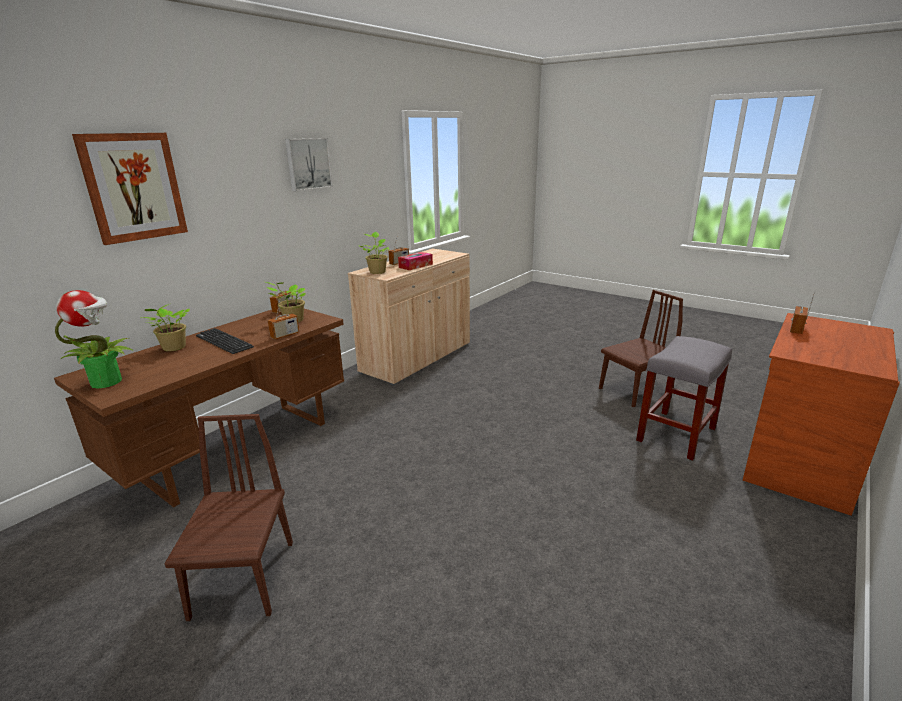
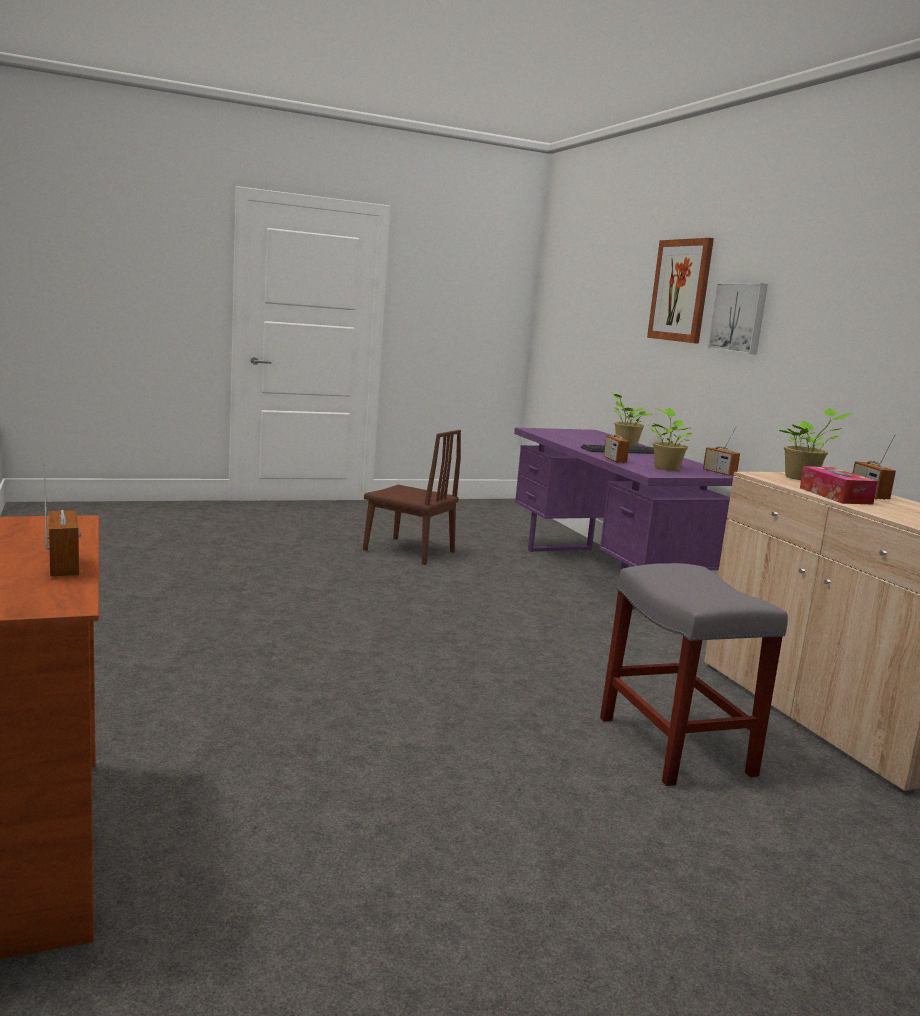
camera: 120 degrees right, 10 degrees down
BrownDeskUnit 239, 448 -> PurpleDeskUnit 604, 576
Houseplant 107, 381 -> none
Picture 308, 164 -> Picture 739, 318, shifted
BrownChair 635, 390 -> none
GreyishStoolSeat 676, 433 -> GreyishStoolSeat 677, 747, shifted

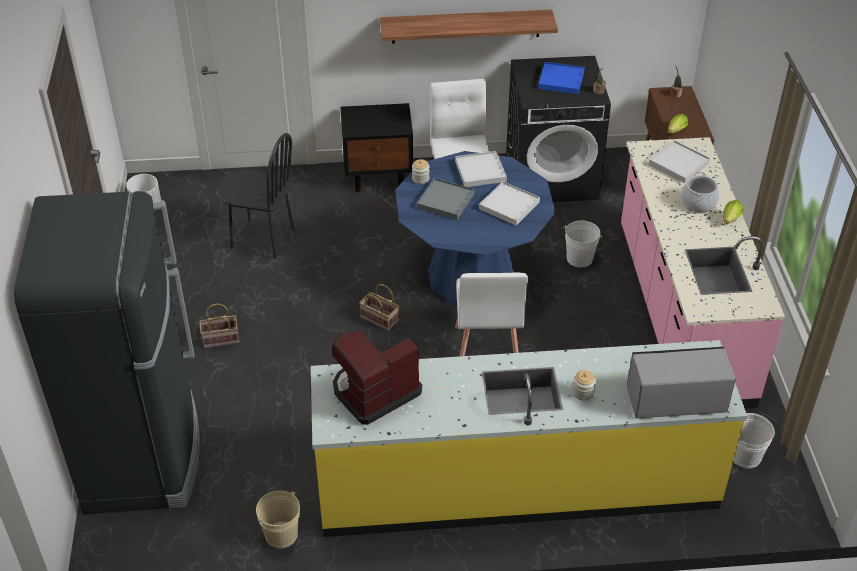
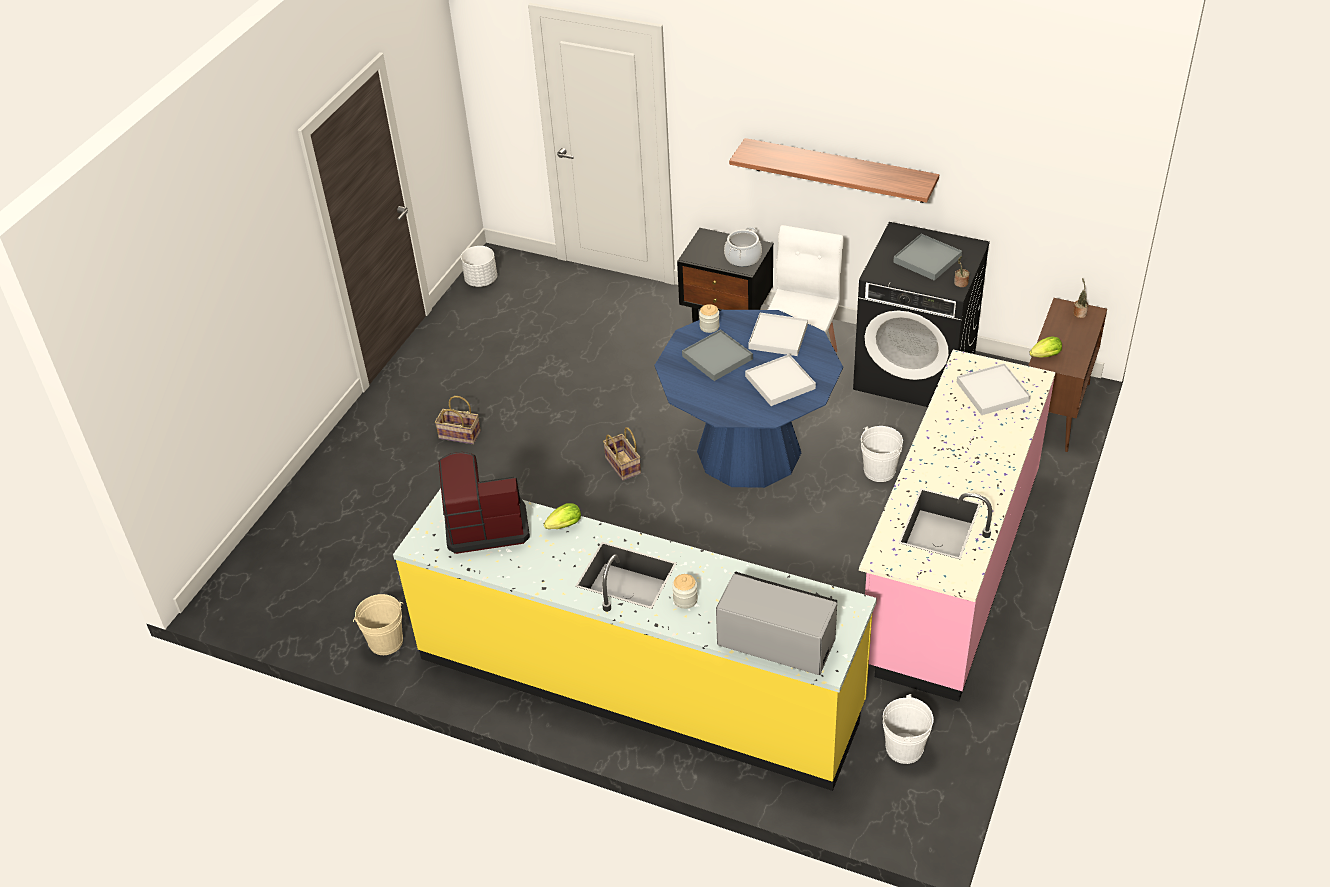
camera: 30 degrees right, 0 degrees up
BlackFridge 143, 456 -> none
BlackChair 262, 239 -> none
WhitishChair 486, 348 -> none
BluishCarryingTray 561, 80 -> GreyishCarryingTray 927, 259
CookingPot 698, 203 -> CookingPot 743, 258, shifted
LettuceHead 730, 220 -> LettuceHead 562, 526, shifted

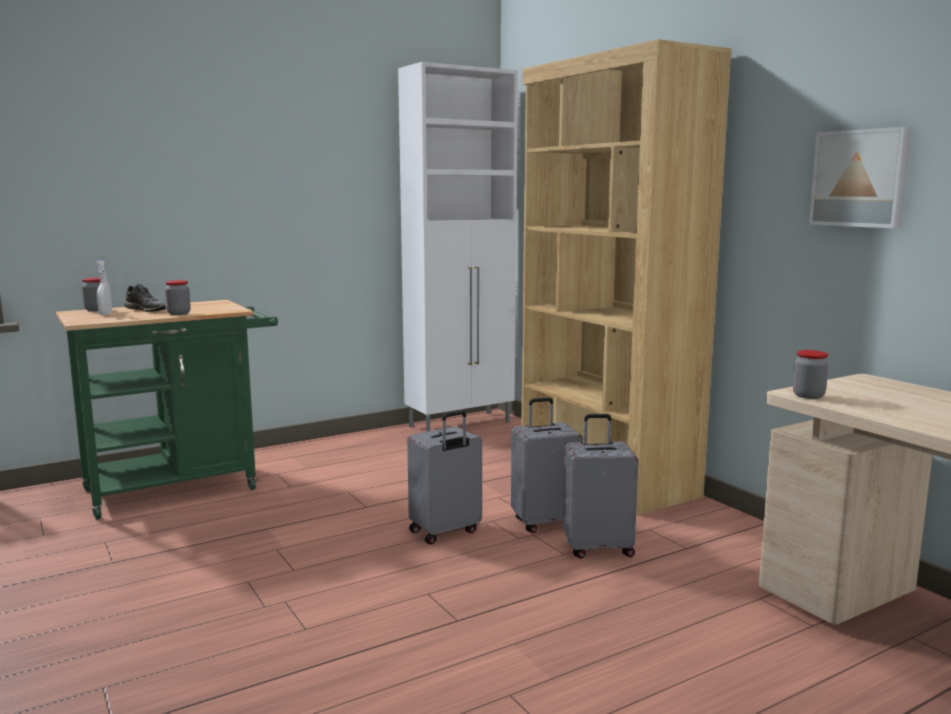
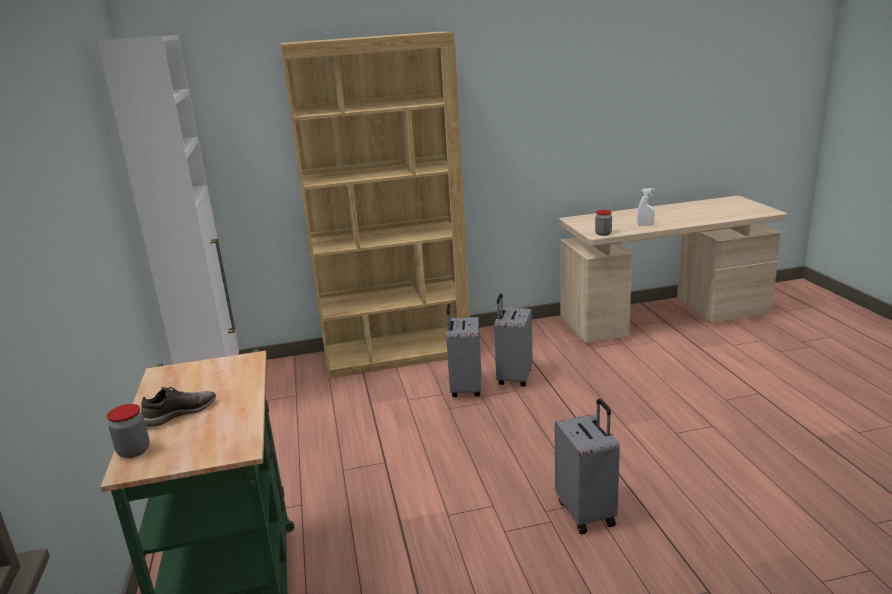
camera: 70 degrees left, 10 degrees up
WhitishSprayer 105, 314 -> WhitishSprayer 645, 225, shifted
StorageJar 179, 314 -> none
GreyishTravelCase 445, 532 -> GreyishTravelCase 587, 512, shifted
Picture 860, 178 -> none

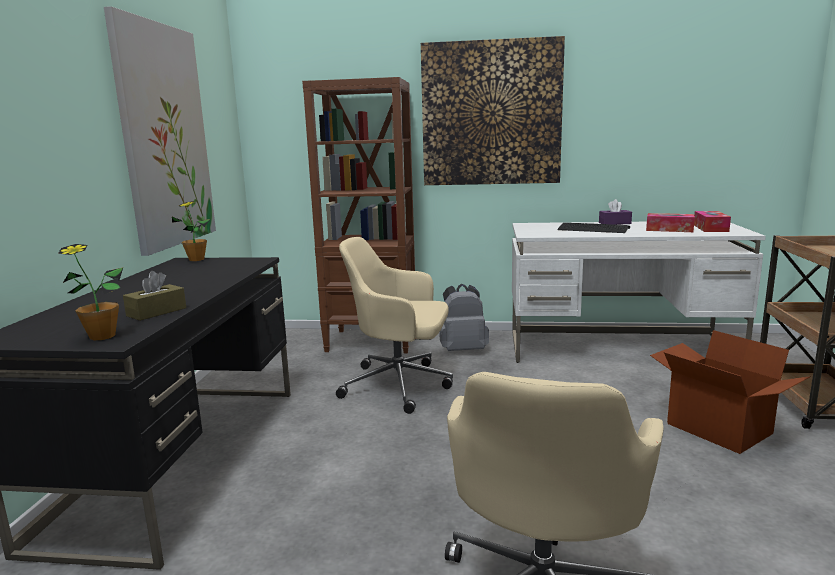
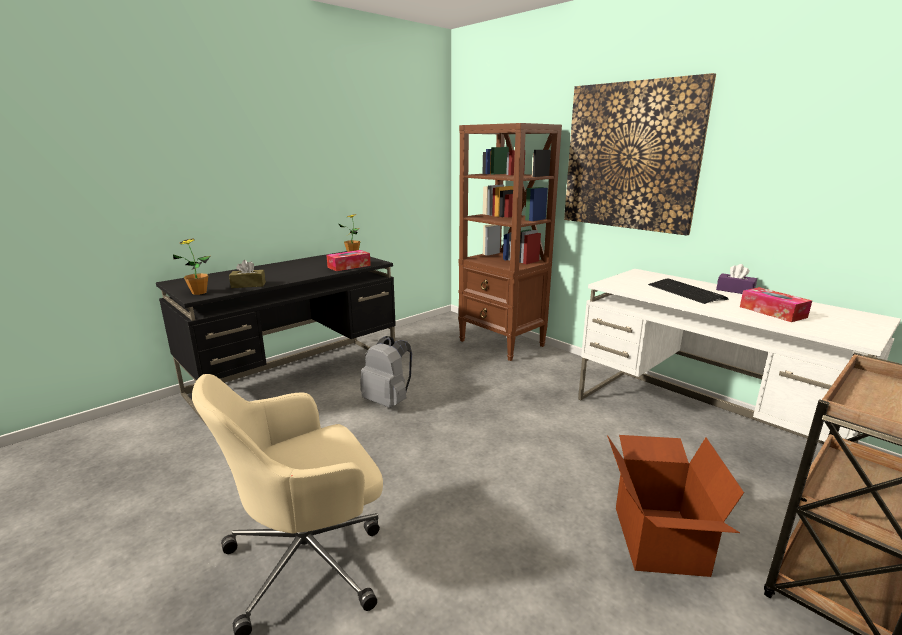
camera: 40 degrees right, 5 degrees up
Picture 165, 137 -> none
SandColouredDeskChair 400, 385 -> none
GreyishRucksack 463, 350 -> GreyishRucksack 388, 401, shifted
TissueBox 710, 228 -> TissueBox 349, 266, shifted

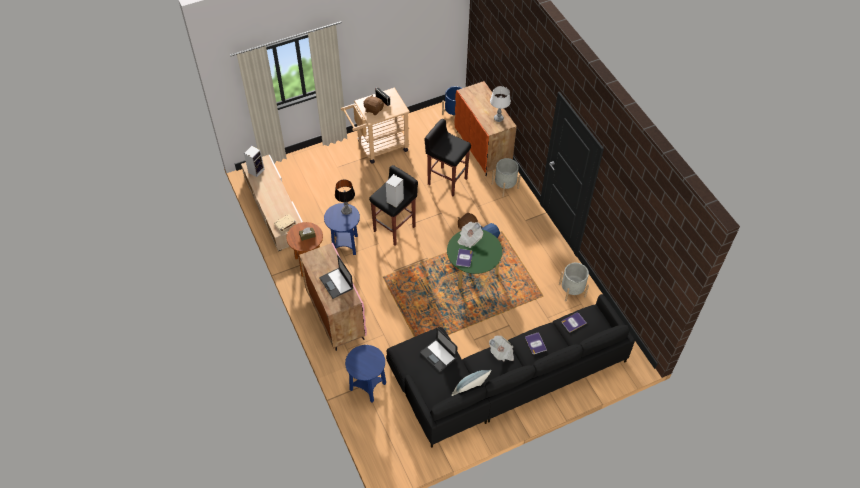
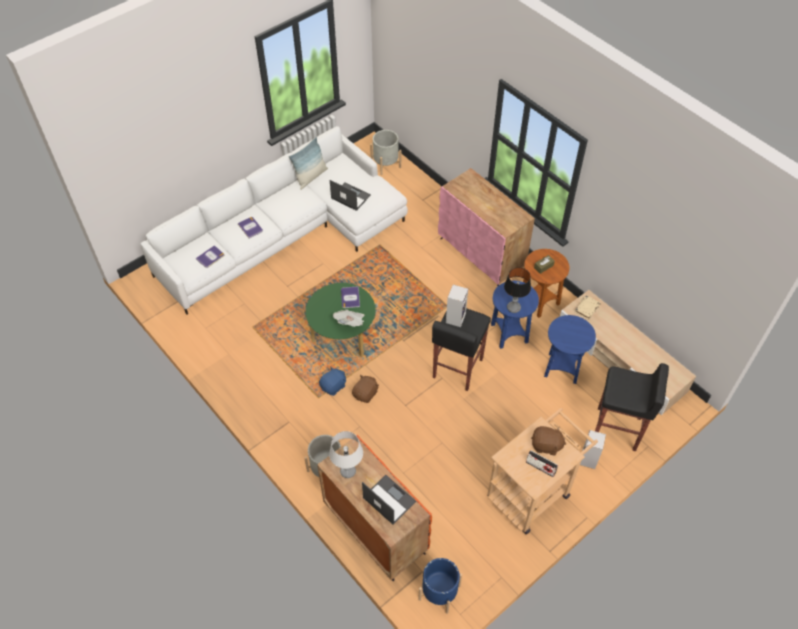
camera: 165 degrees right, 0 degrees up
AudioSpeaker 256, 170 -> AudioSpeaker 589, 460, shifted
Laptop 336, 283 -> Laptop 388, 499, shifted
BluishSideTable 367, 386 -> BluishSideTable 562, 368, shifted
BlackCouch 501, 377 -> WhitishCouch 285, 234
BlackStoolSeat 447, 181 -> BlackStoolSeat 617, 430, shifted
PrintedPaper 501, 353 -> none
GreyishFlowerPot 572, 290 -> GreyishFlowerPot 386, 164, shifted

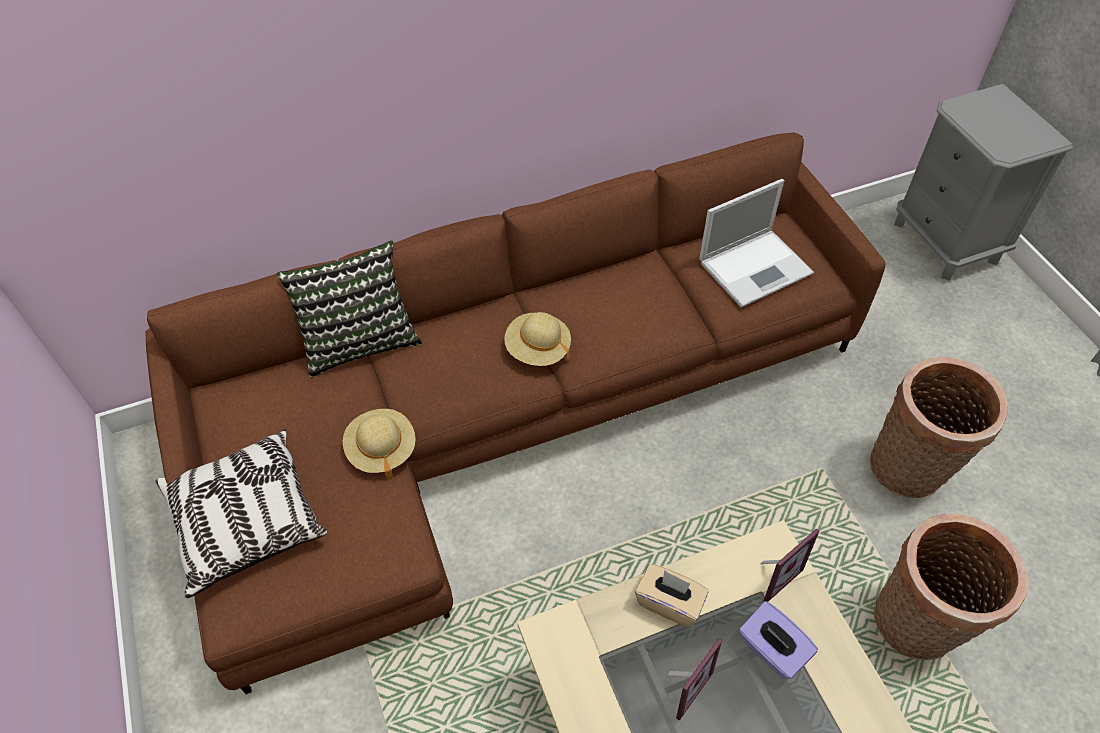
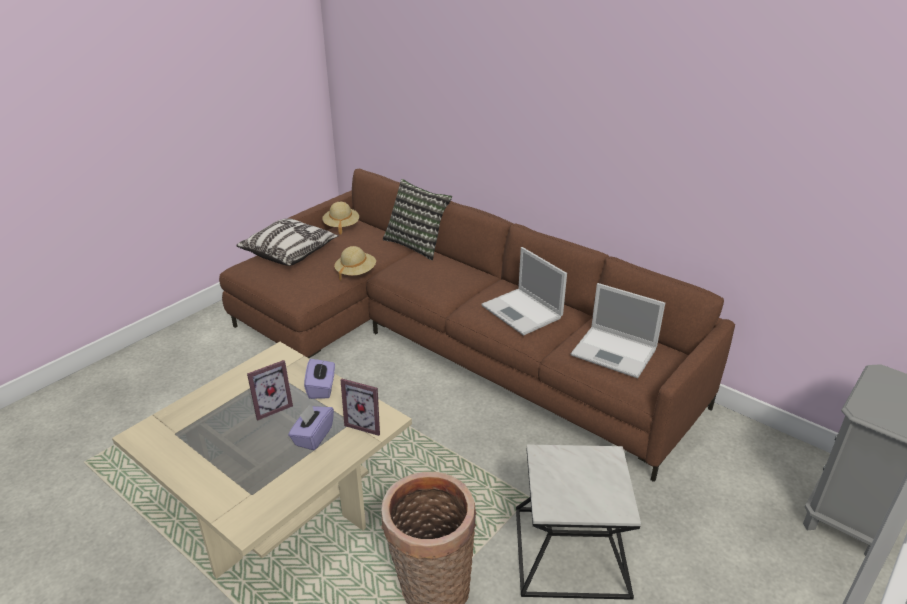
camera: 60 degrees right, 20 degrees down
SandColouredWearableHat 538, 349 -> SandColouredWearableHat 341, 226, shifted
SandColouredTissueBox 669, 602 -> PurpleTissueBox 321, 388
StandingFrame 681, 685 -> StandingFrame 271, 407, 45 degrees counterclockwise
StorageBasket 910, 471 -> SideTable 571, 552
none -> Laptop 523, 312

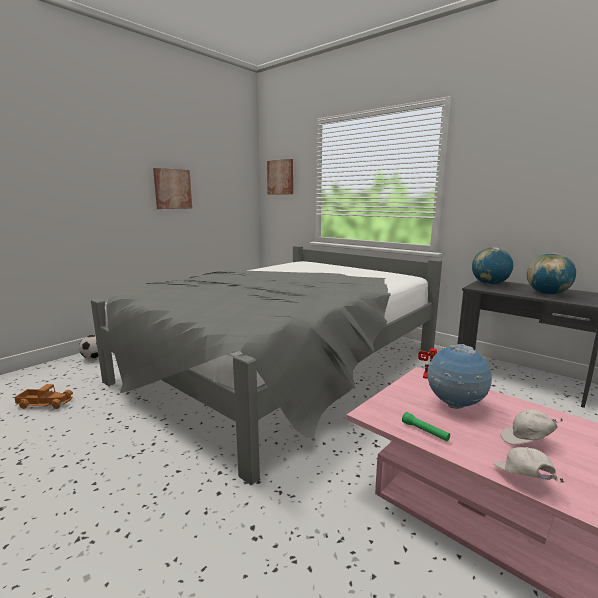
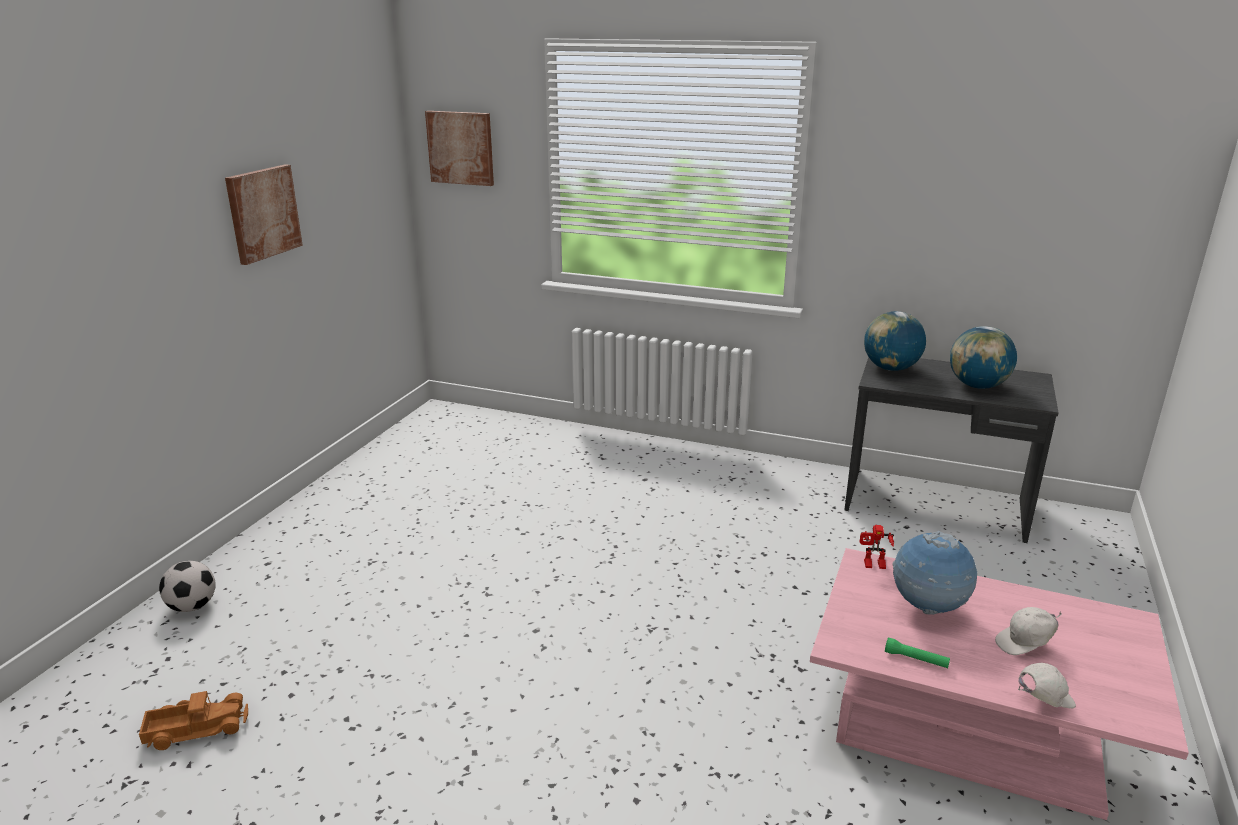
camera: 20 degrees left, 10 degrees up
GreyishBedroomBed 283, 366 -> none
WhitishCap 522, 481 -> WhitishCap 1041, 700, 105 degrees clockwise

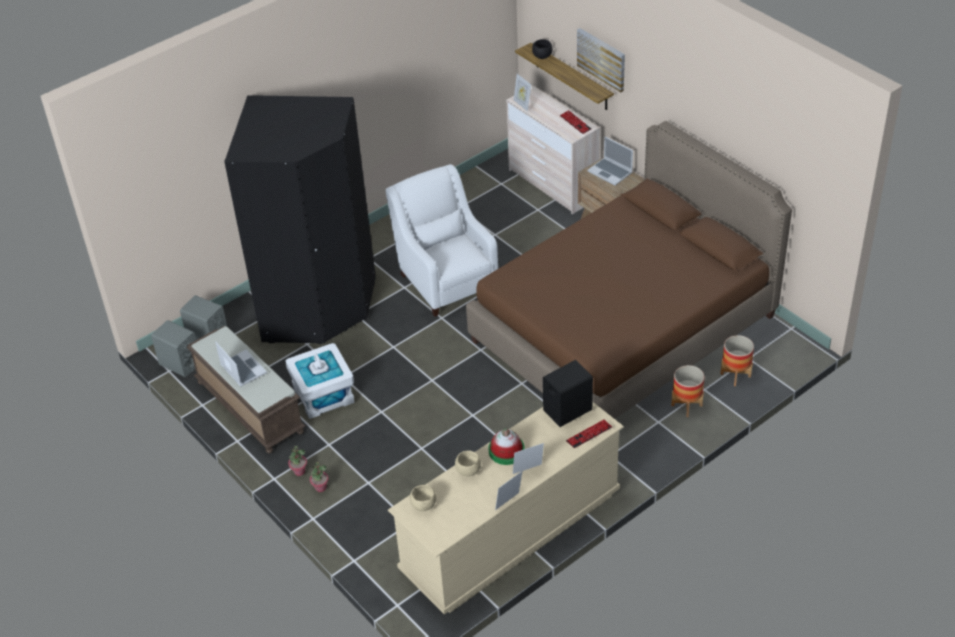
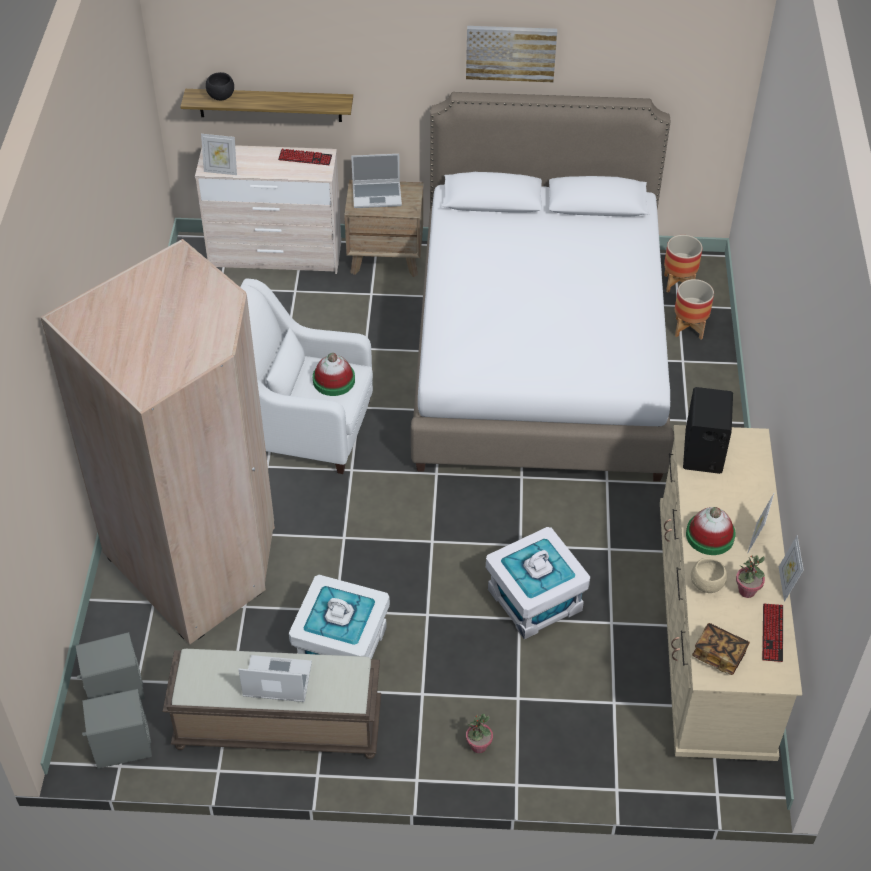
camera: 50 degrees left, 5 degrees up
BlackWardrobe 317, 307 -> SandColouredWardrobe 200, 558
Houseplant 299, 471 -> Houseplant 746, 591, shifted
SandColouredBowl 423, 505 -> Book 719, 655
BrownBedroomBed 623, 328 -> WhitishBedroomBed 538, 354
ComputerKeyboard 589, 434 -> ComputerKeyboard 772, 633, shifted
Picture 601, 59 -> Picture 510, 52, shifted
FlowerPot 686, 405 -> FlowerPot 678, 283, shifted
none -> WearableHat 334, 380
none -> WhitishStorageContainer 535, 600

